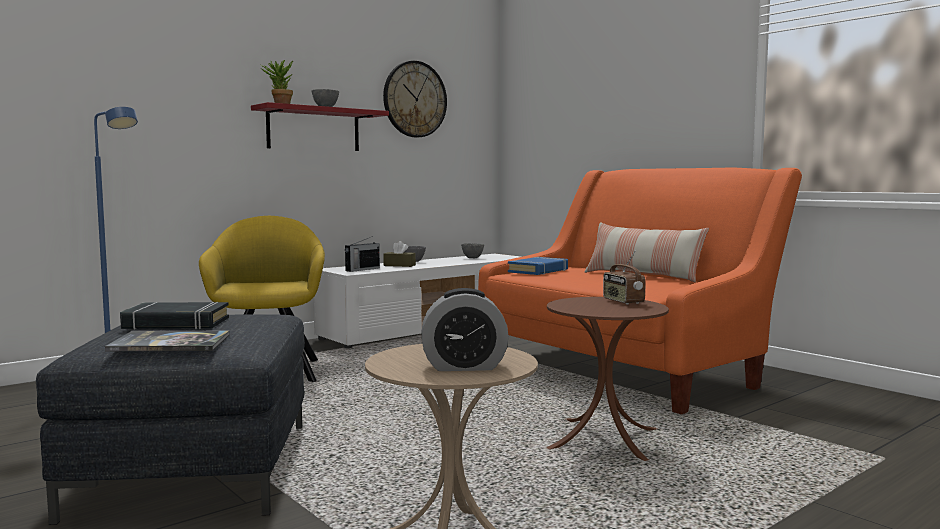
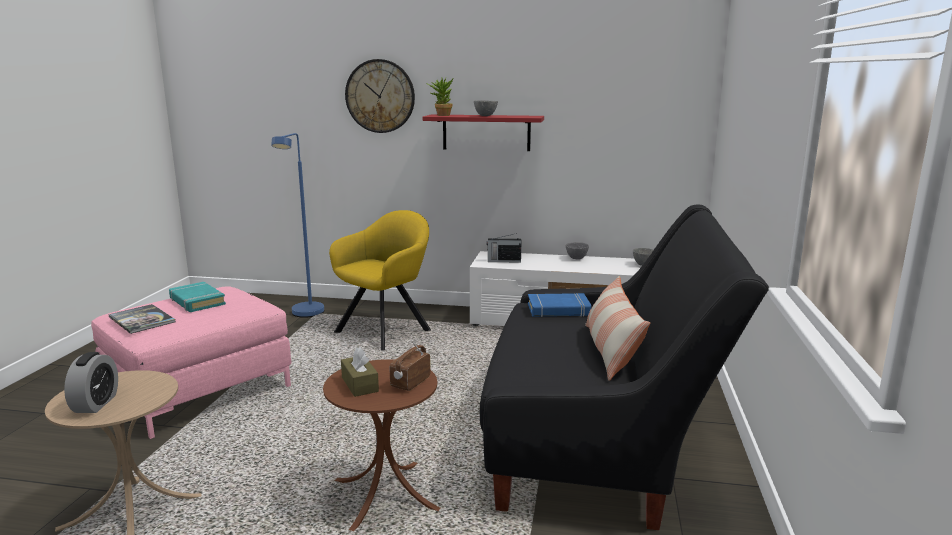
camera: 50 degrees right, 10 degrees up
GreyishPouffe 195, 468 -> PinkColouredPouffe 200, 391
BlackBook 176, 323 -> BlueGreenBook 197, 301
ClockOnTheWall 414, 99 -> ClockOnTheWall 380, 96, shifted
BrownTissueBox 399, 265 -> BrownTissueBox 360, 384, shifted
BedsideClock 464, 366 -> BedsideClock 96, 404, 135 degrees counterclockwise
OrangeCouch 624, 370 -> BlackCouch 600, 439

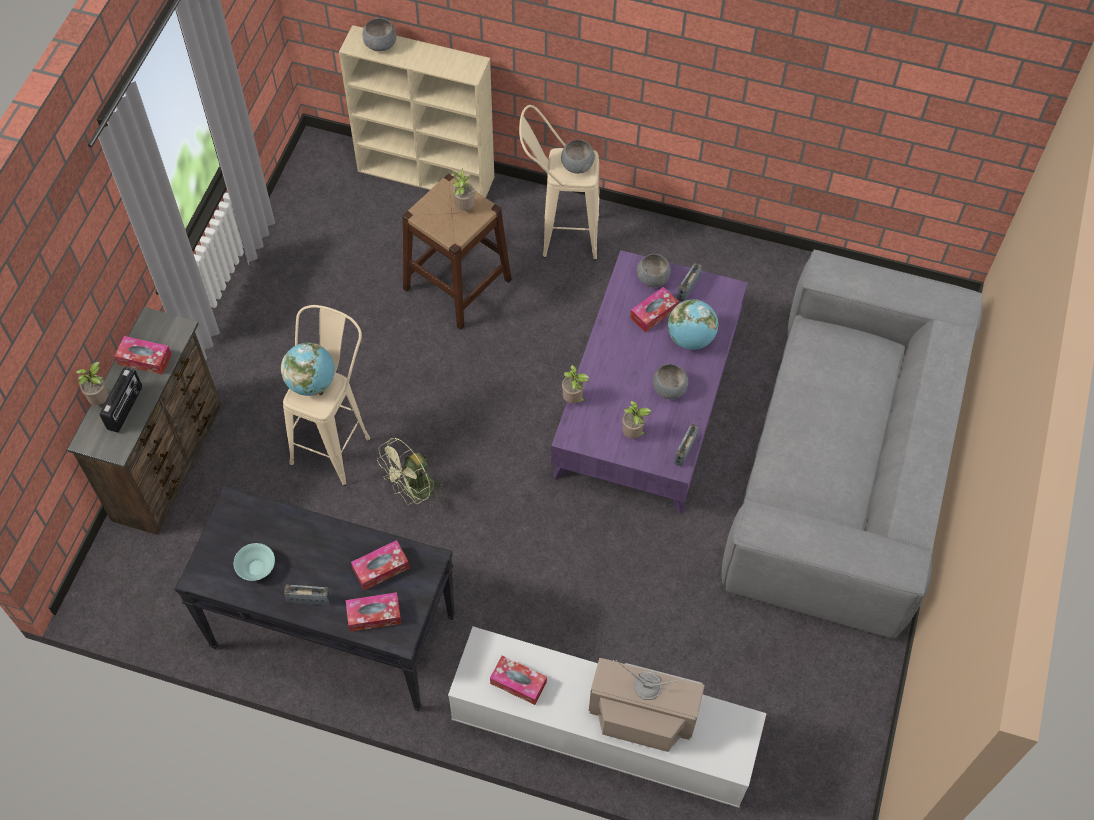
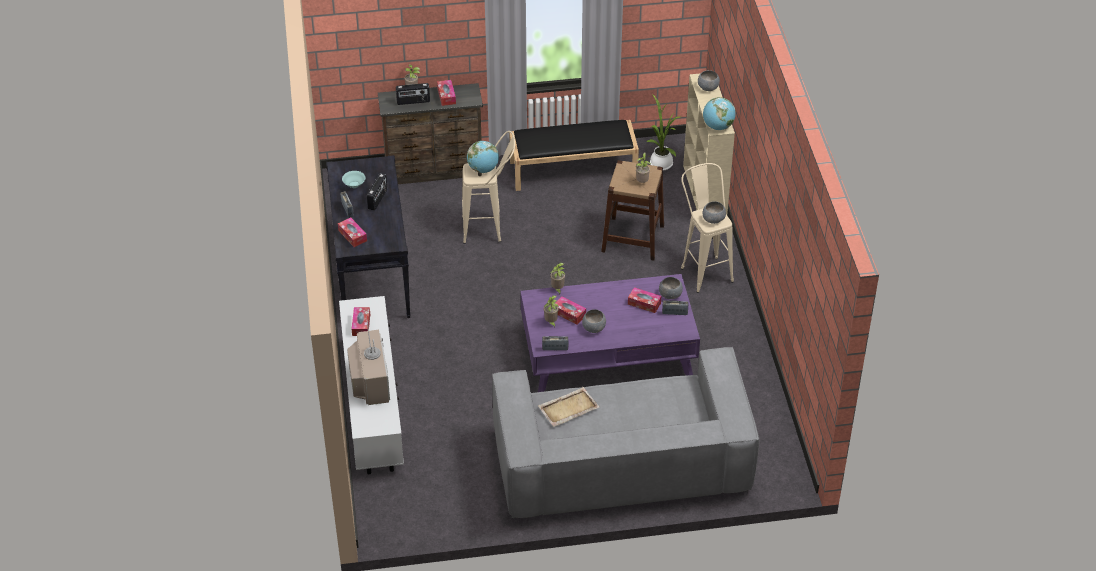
camera: 65 degrees right, 15 degrees down
TissueBox 381, 568 -> TissueBox 569, 314, shifted
GreenishElectricFan 414, 492 -> none
WorldGlobe 690, 338 -> WorldGlobe 718, 126, shifted
none -> RadioSet 378, 199
none -> BlackBench 574, 169
none -> SandColouredCarryingTray 568, 408
none -> Houseplant 660, 162

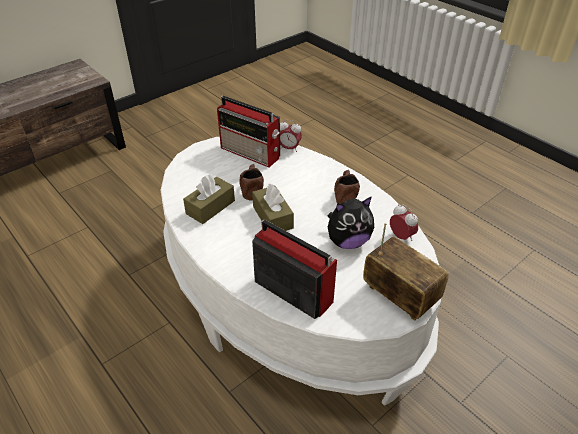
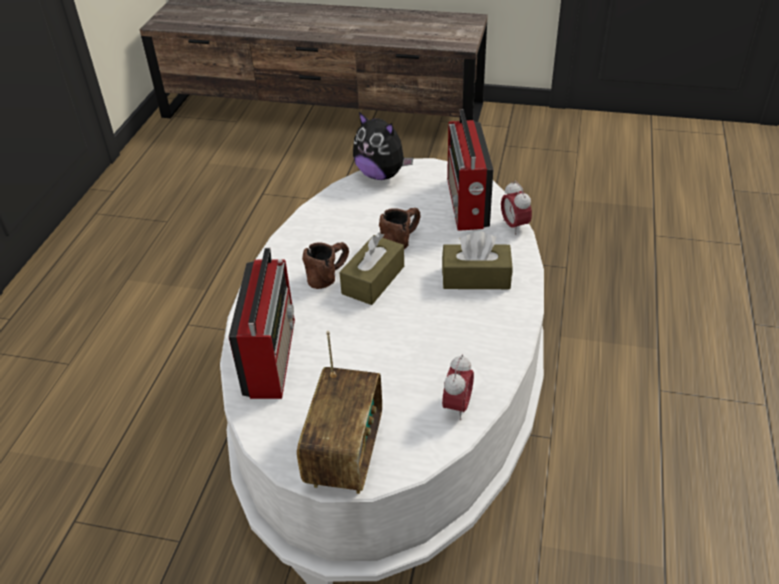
camera: 55 degrees right, 0 degrees up
BrownTissueBox 210, 207 -> BrownTissueBox 476, 277, shifted
SoftToy 348, 241 -> SoftToy 381, 174, shifted
BrownCoffeeMug 345, 196 -> BrownCoffeeMug 329, 275, shifted

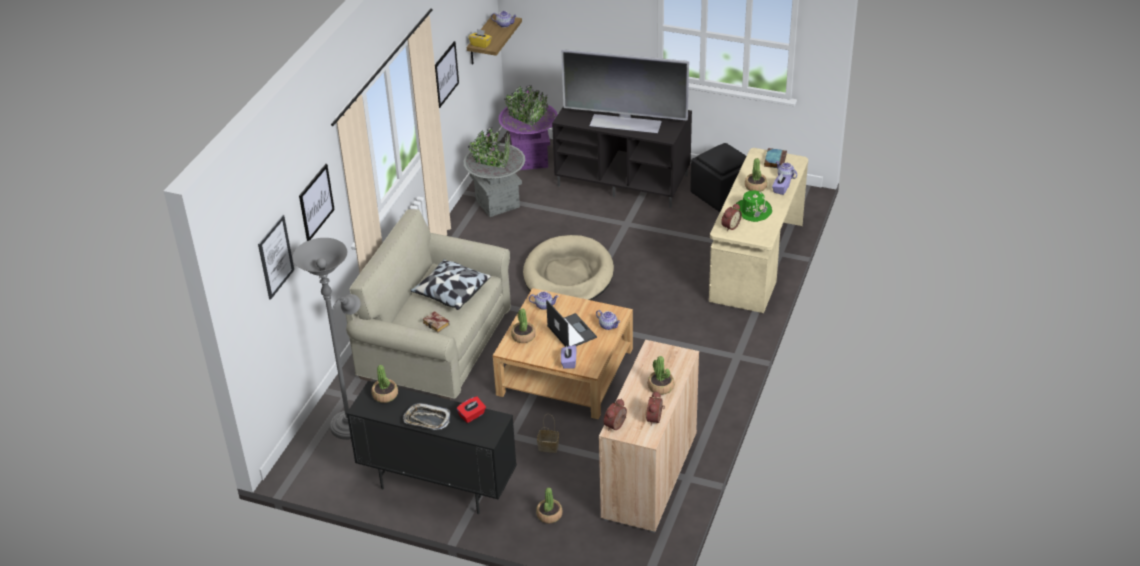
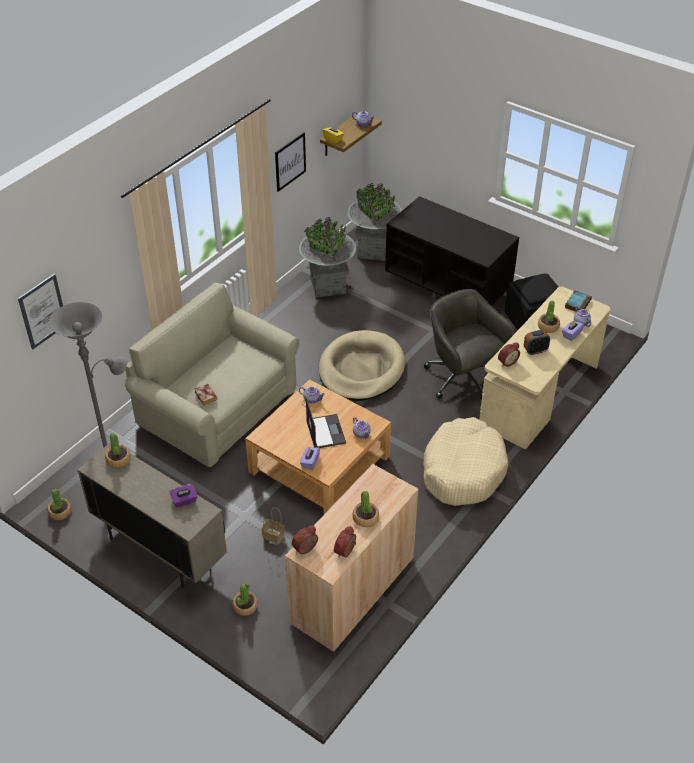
camera: 15 degrees right, 5 degrees up
Picture 316, 202 -> none
BlackStorageCabinet 438, 486 -> SandColouredStorageCabinet 160, 550
CarryingTray 427, 420 -> none
ThrowPillow 451, 292 -> none
RedTissueBox 472, 415 -> PurpleTissueBox 184, 501
PurpleFlowerPot 530, 159 -> GreyishFlowerPot 374, 250
Houseplant 523, 336 -> Houseplant 60, 512, shifted
TvSet 625, 123 -> none
GreenishWearableHat 752, 211 -> BedsideClock 535, 351
none -> SandColouredDogBed 463, 470
none -> GreyishDeskChair 463, 379

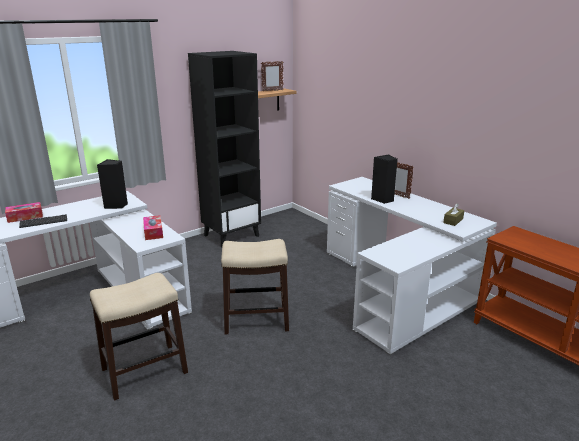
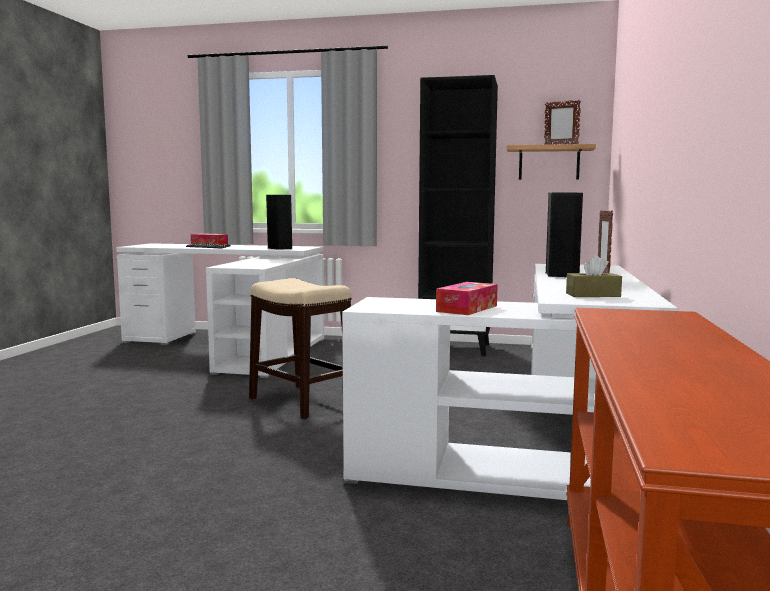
camera: 50 degrees right, 15 degrees down
StoolSeat 143, 371 -> none
TissueBox 153, 232 -> TissueBox 467, 308, shifted

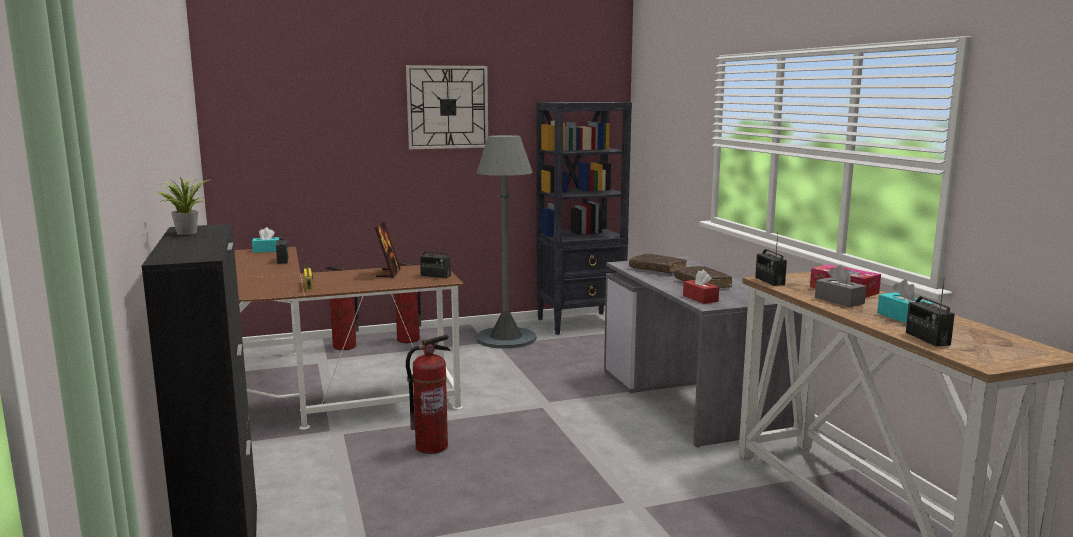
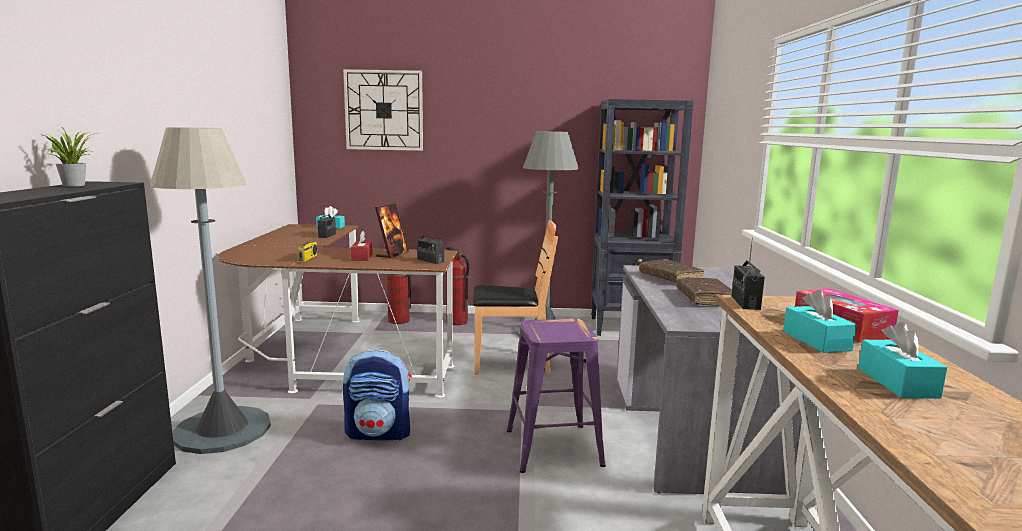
camera: 20 degrees right, 0 degrees up
ClockOnTheWall 447, 107 -> ClockOnTheWall 384, 110, shifted
FireExtinguisher 431, 447 -> Rucksack 379, 433
RedTissueBox 700, 298 -> RedTissueBox 362, 257, shifted
GreyishTissueBox 839, 300 -> BlueGreenTissueBox 816, 341
RadioSet 927, 338 -> none
none -> GreyishStandingLamp 223, 430
none -> BrownChair 510, 363
none -> PurpleStoolSeat 552, 447

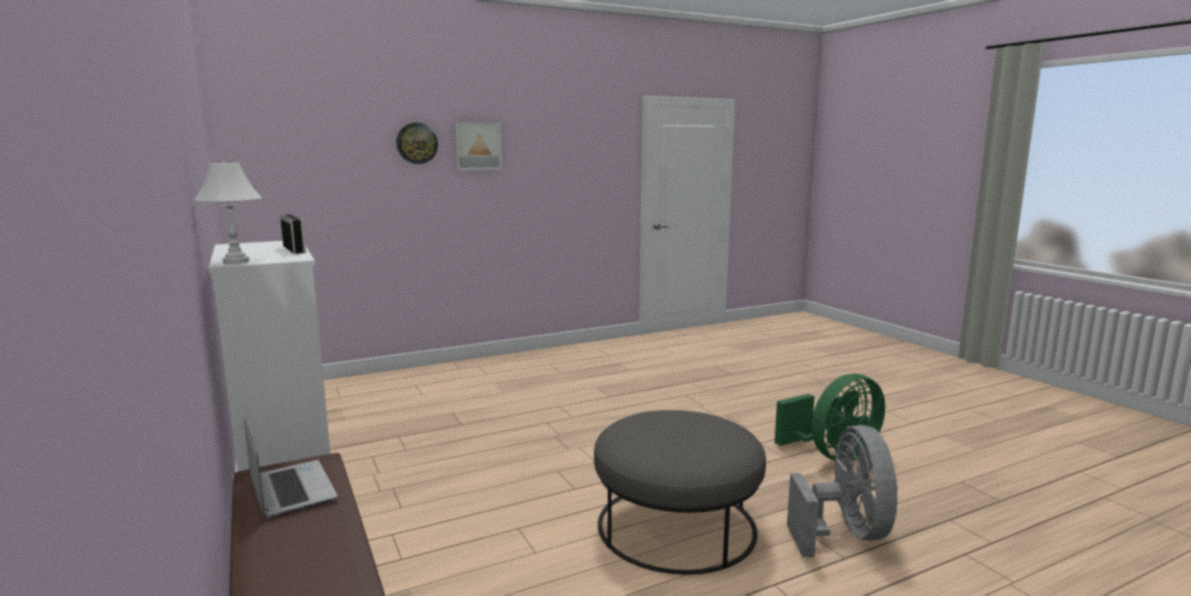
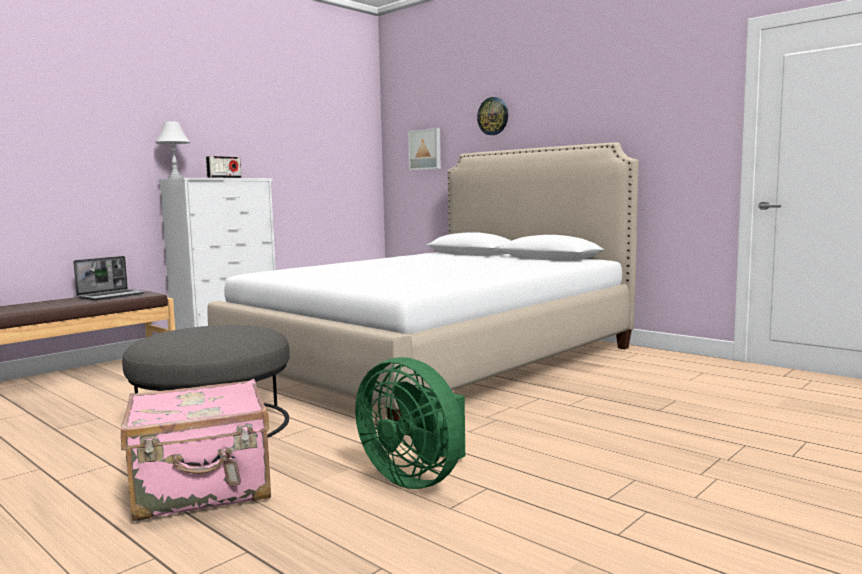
camera: 70 degrees right, 5 degrees down
Picture 477, 146 -> Picture 425, 149, shifted
GreyishElectricFan 845, 534 -> PinkColouredTravelCase 203, 489
none -> BedroomBed 436, 361

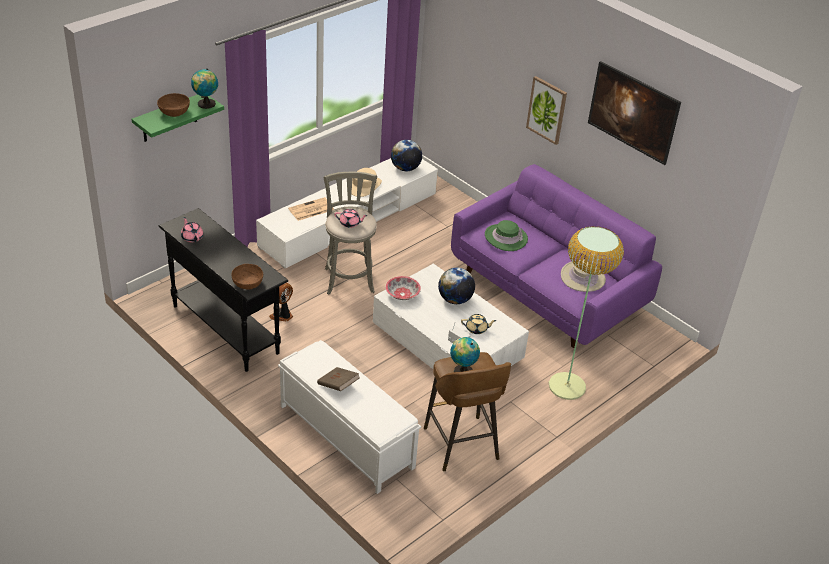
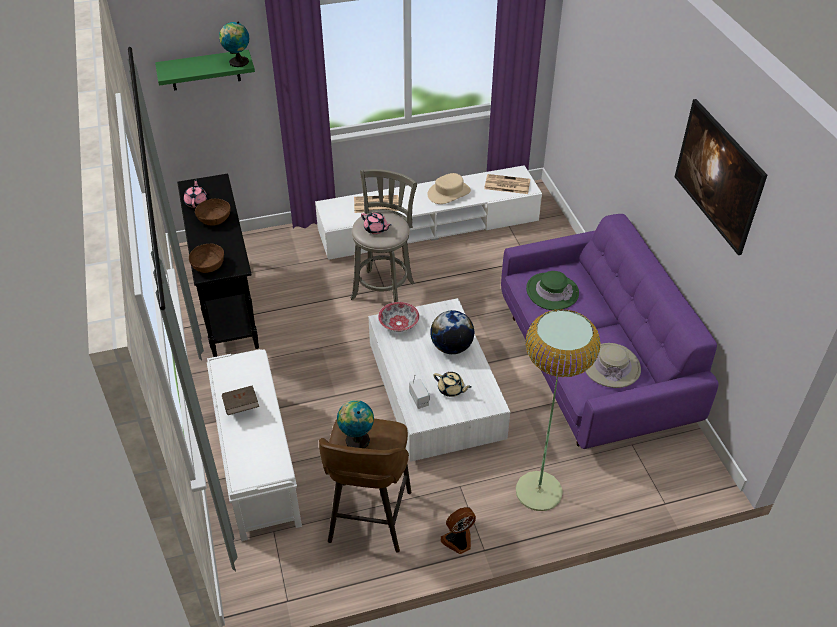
camera: 30 degrees right, 5 degrees up
BrownBowl 174, 112 -> BrownBowl 214, 219, shifted
ElectricFan 282, 315 -> ElectricFan 458, 541, shifted
WorldGlobe 405, 168 -> PrintedPaper 506, 185
Picture 547, 110 -> none

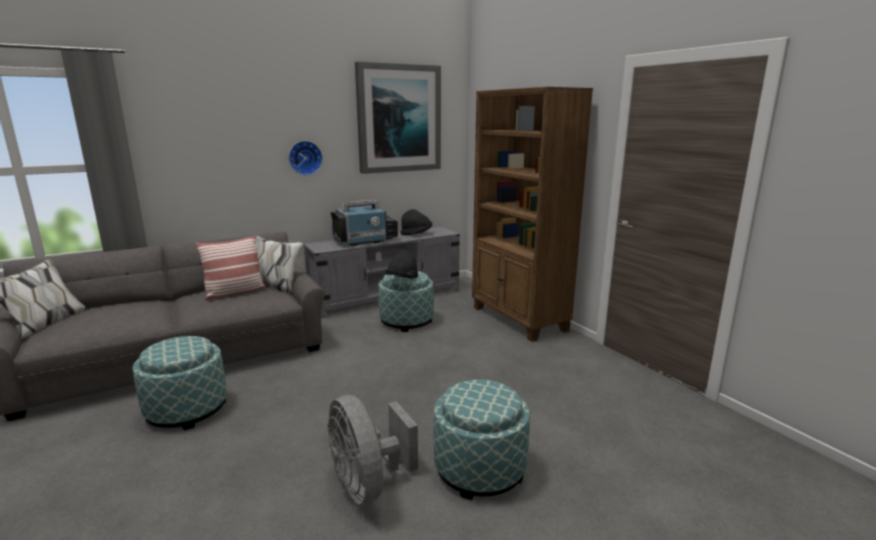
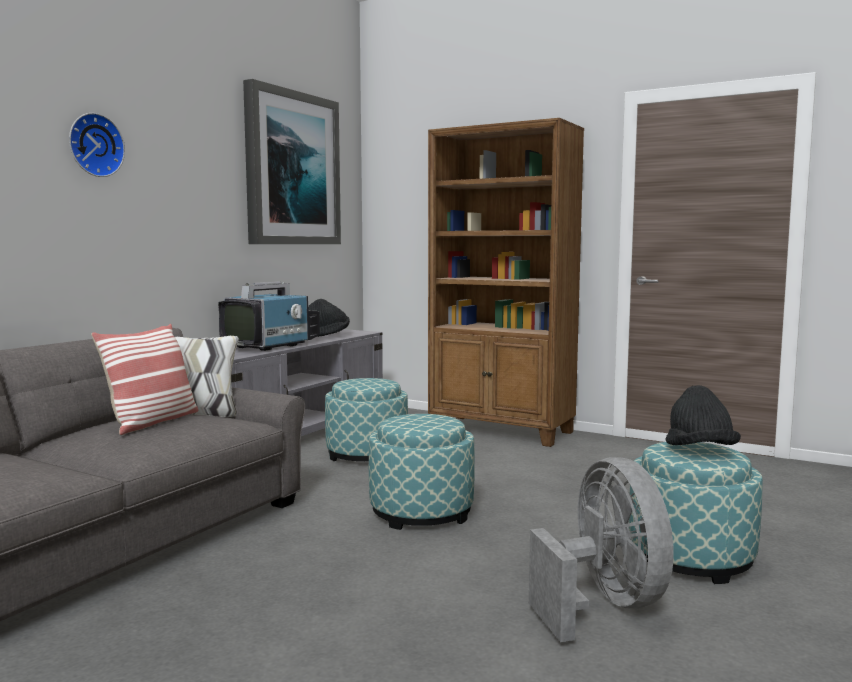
camera: 30 degrees left, 10 degrees down
Pouffe 187, 409 -> Pouffe 421, 512, shifted
ClockOnTheWall 305, 158 -> ClockOnTheWall 94, 145, shifted
GreyishElectricFan 368, 484 -> GreyishElectricFan 603, 605, 135 degrees counterclockwise
BlackWearableHat 402, 279 -> BlackWearableHat 699, 451, shifted

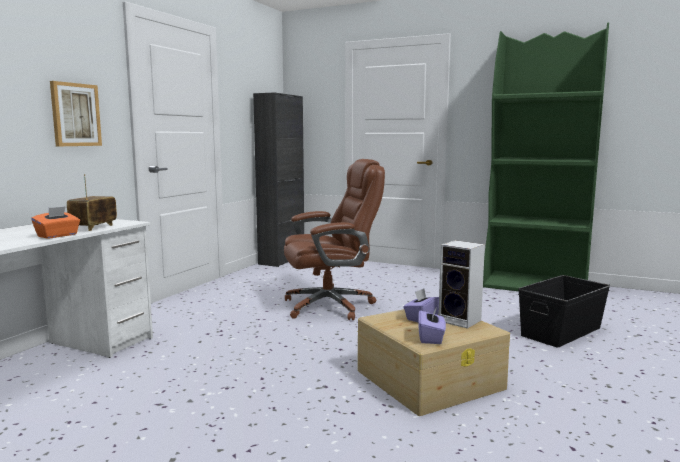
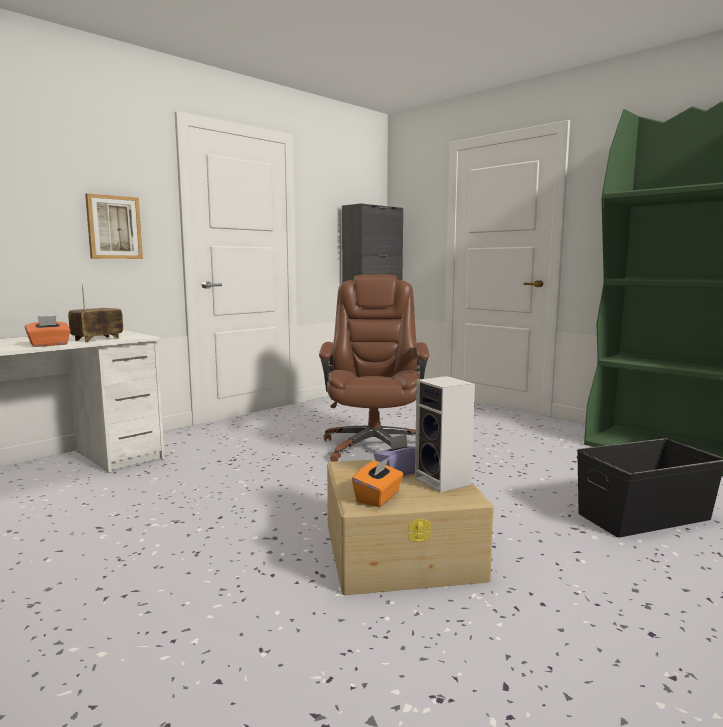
camera: 20 degrees right, 0 degrees up
BrownDeskChair 331, 306 -> BrownDeskChair 374, 446, 90 degrees counterclockwise
PurpleTissueBox 431, 338 -> OrangeTissueBox 378, 498

